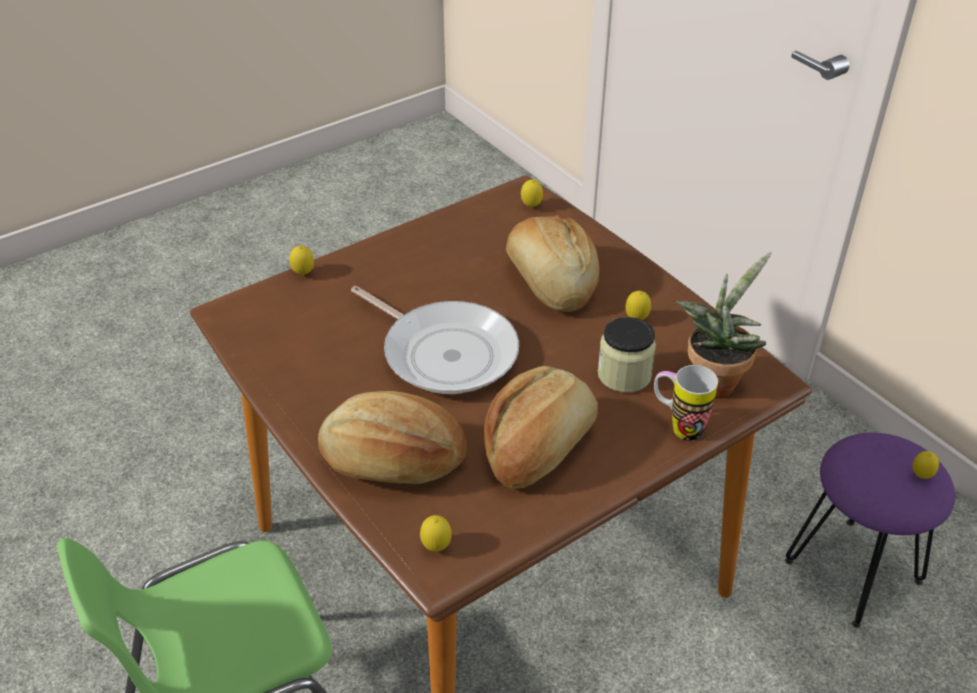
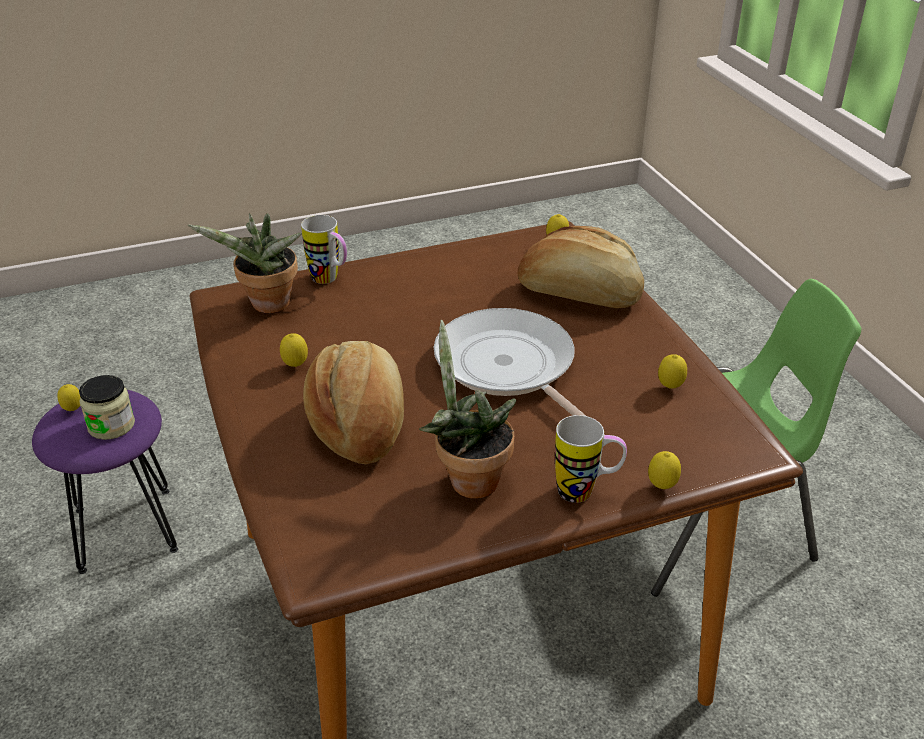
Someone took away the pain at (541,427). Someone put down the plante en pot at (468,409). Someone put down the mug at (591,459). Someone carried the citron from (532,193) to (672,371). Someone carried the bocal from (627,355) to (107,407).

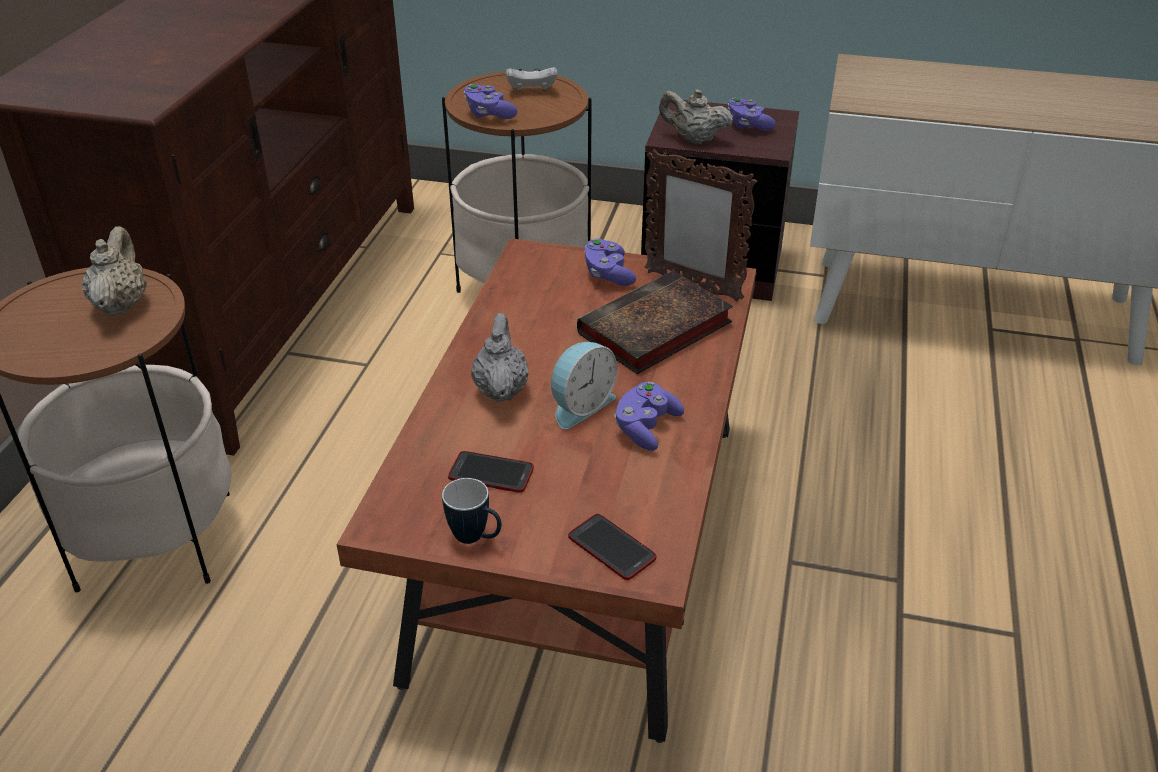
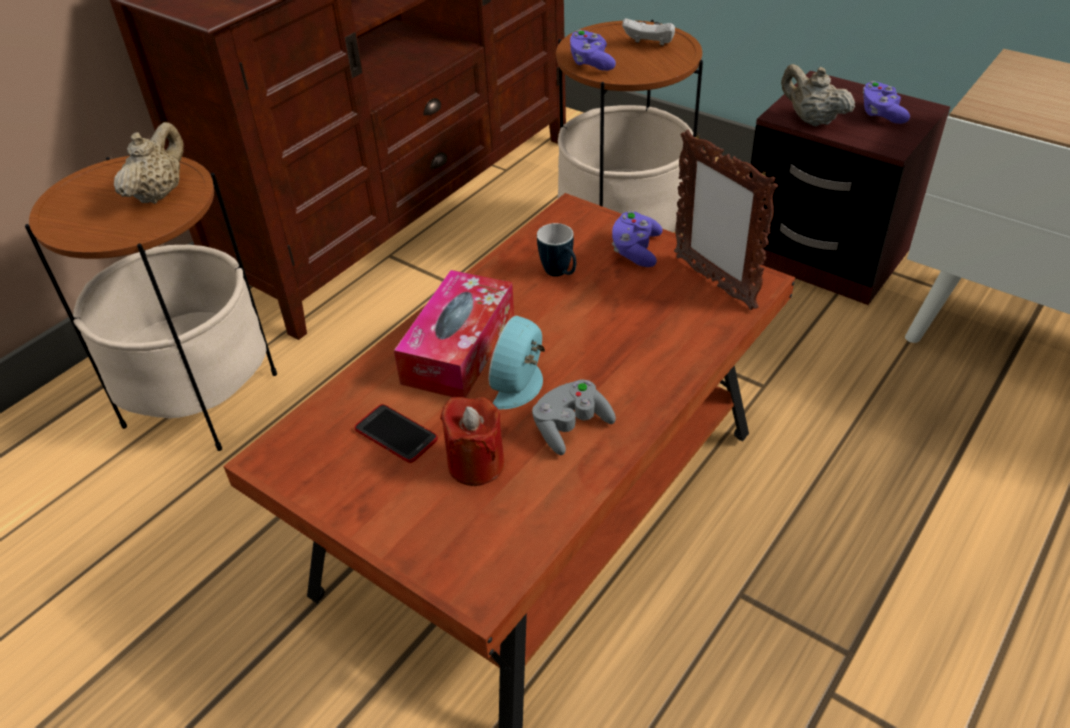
Someone took away the téléphone at (612,547). Someone took away the livre at (655,322). Someone put down the bougie (rouge) at (472,441). Someone carried the mug from (472,511) to (556,250). Someone swapped the théière (gris) at (500,357) for the boîte à mouchoirs at (454,334). Someone repainted the manette (violet) at (649,416), which became the manette (gris) at (574,417). Someone rotated the réveil at (584,385) by 135 degrees clockwise.

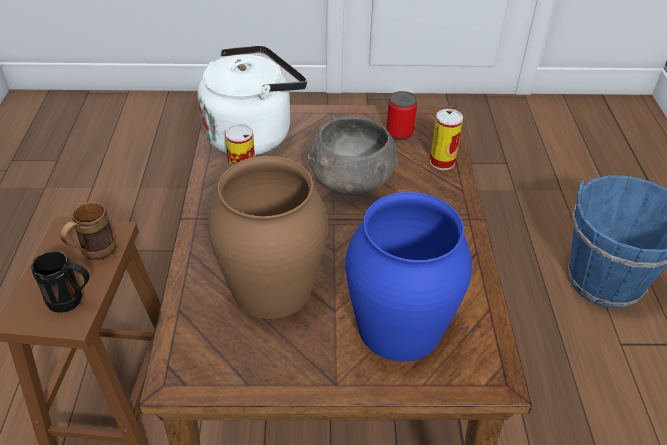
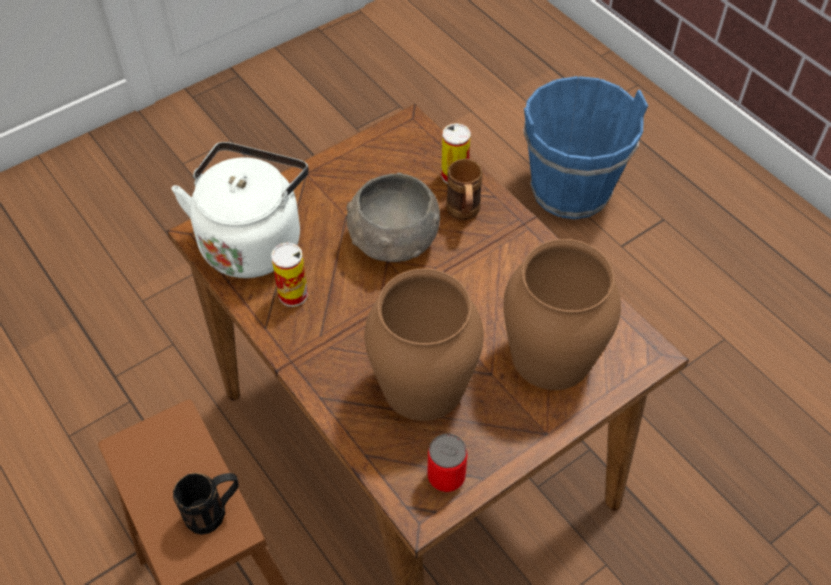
Someone carried the mug (marron) from (88,231) to (464,189). Someone carried the boîte métallique from (401,115) to (447,463). Someone repainted the vase (bleu) at (409,277), which became the vase (marron) at (562,314).

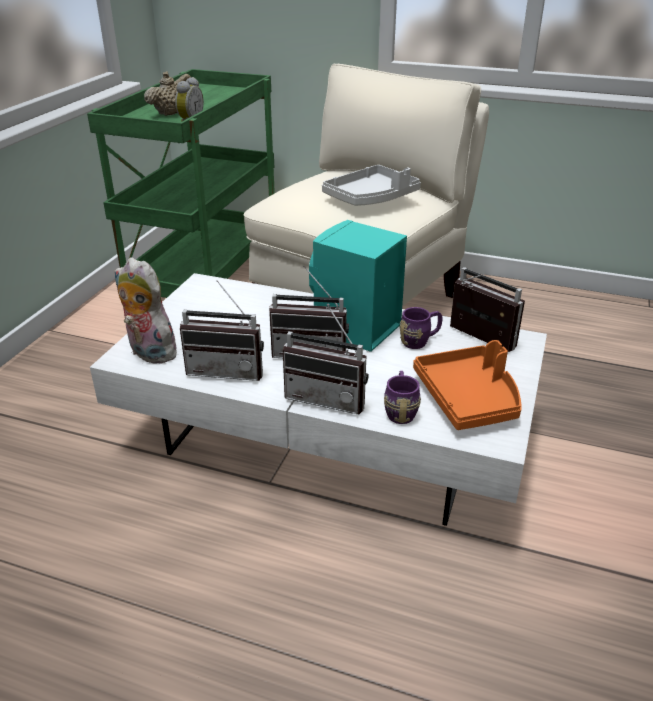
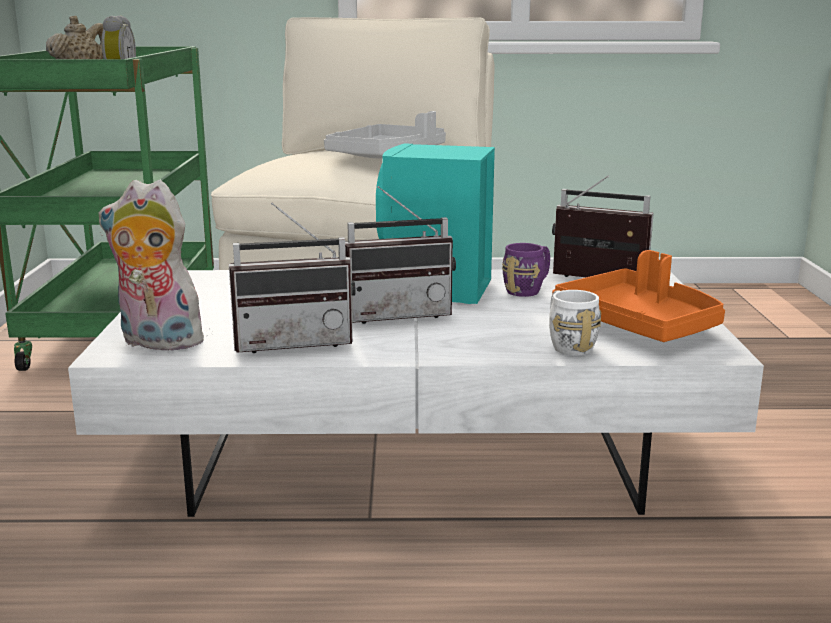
Someone took away the radio at (326,359). Someone repainted the mug (violet) at (402,397), which became the mug (blanc) at (575,322).

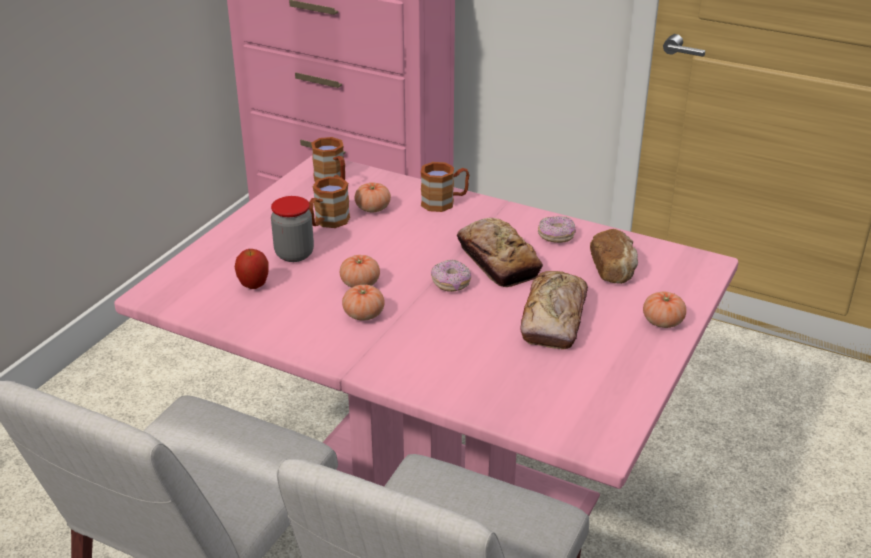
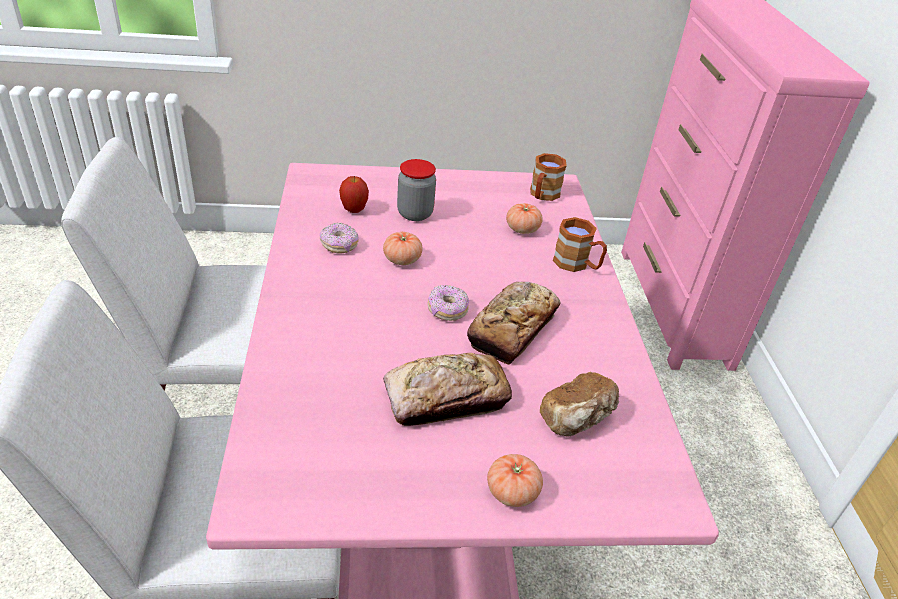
Someone took away the mug (marron) at (329,202). Someone took away the tomate at (363,303). Someone carried the beignet from (557,229) to (339,238).

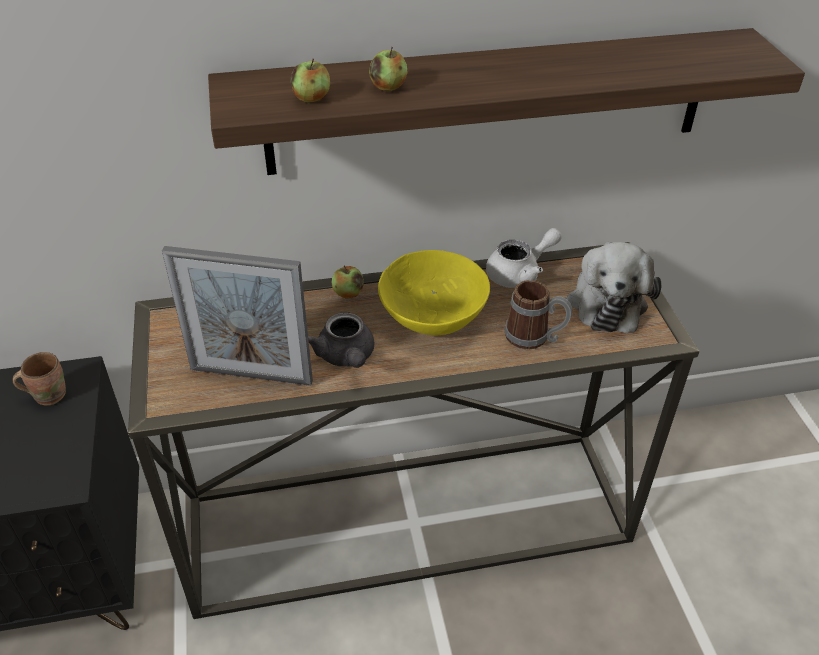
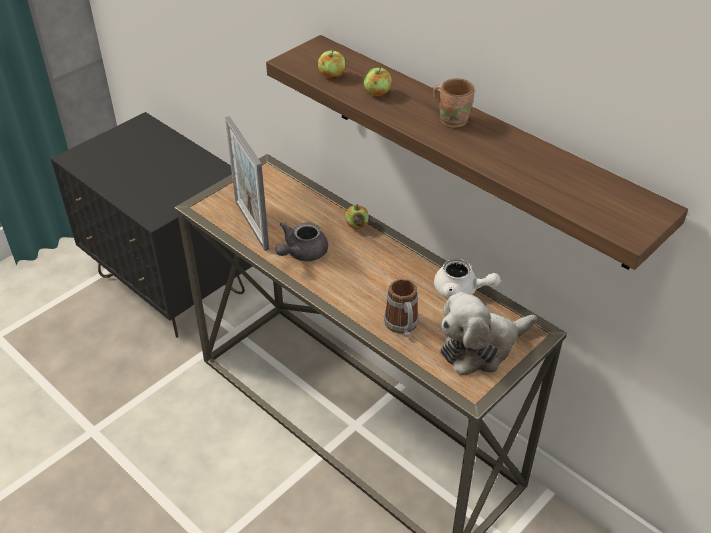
Someone took away the bol (jaune) at (434,293). Someone carried the mug (marron) from (39,379) to (453,103).

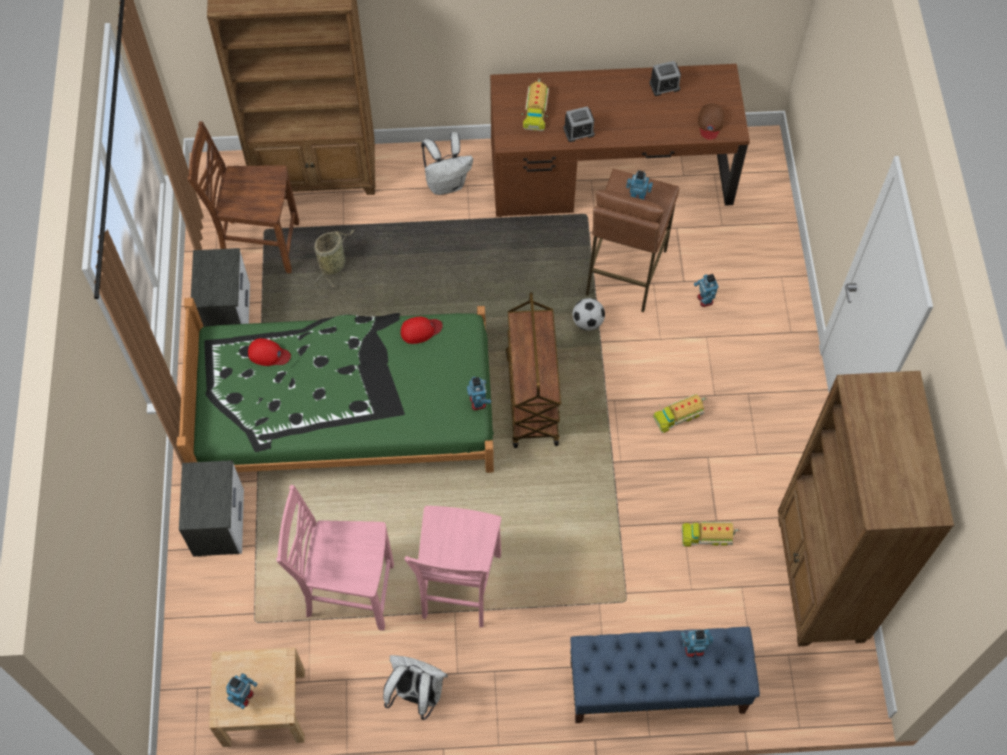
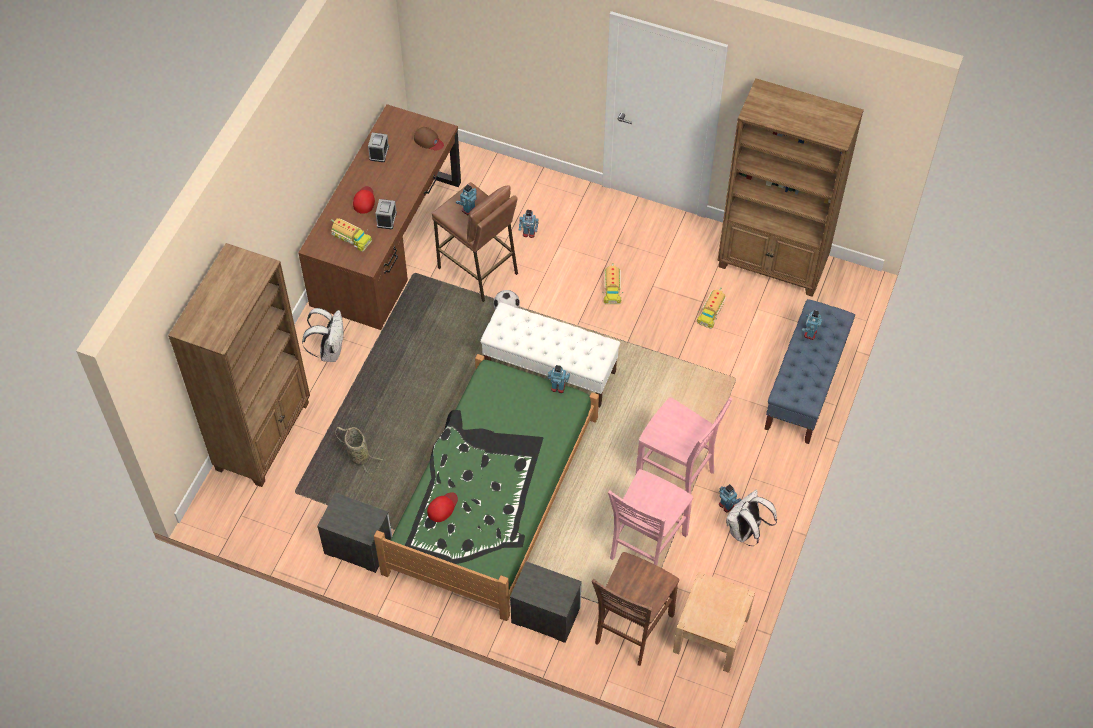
Someone carried the chaise (marron) from (243,197) to (635,609). Someone carried the robot jouet from (242,691) to (730,498). Someone carried the casquette (rouge) from (422,330) to (364,200). Someone swapped the chariot (marron) at (533,370) for the banc (blanc) at (550,355).

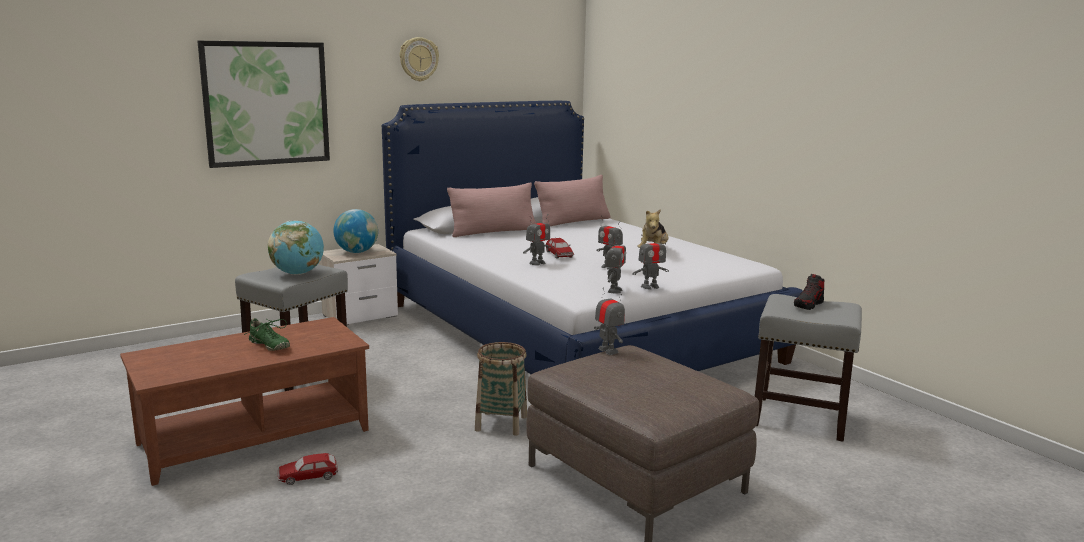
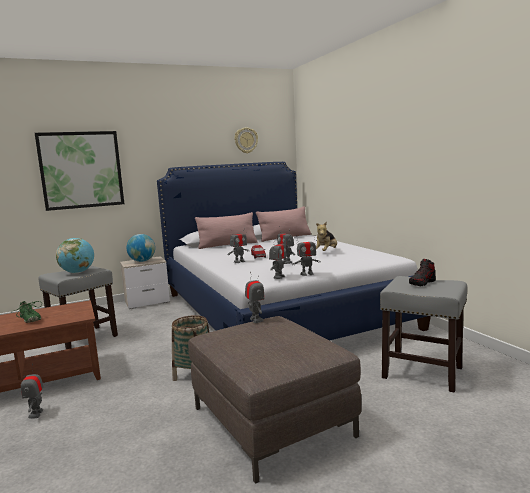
Someone carried the horloge murale from (419,59) to (246,140). Someone swapped the petite voiture at (308,469) for the robot jouet at (32,391).

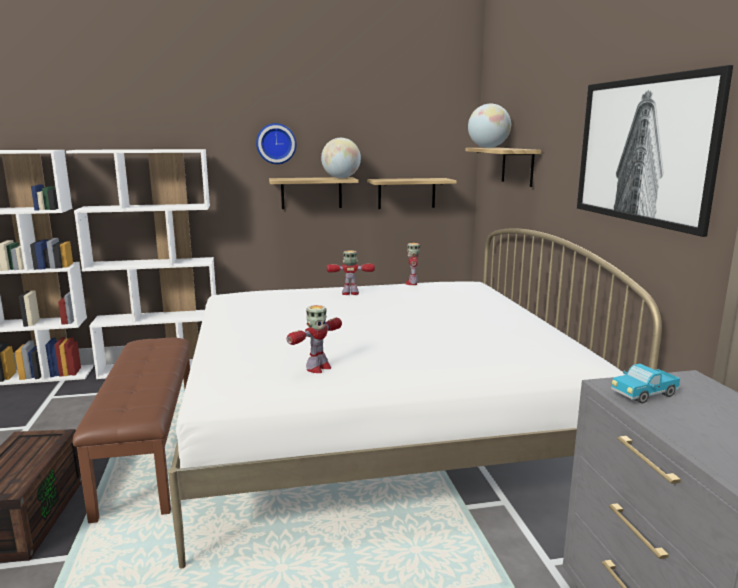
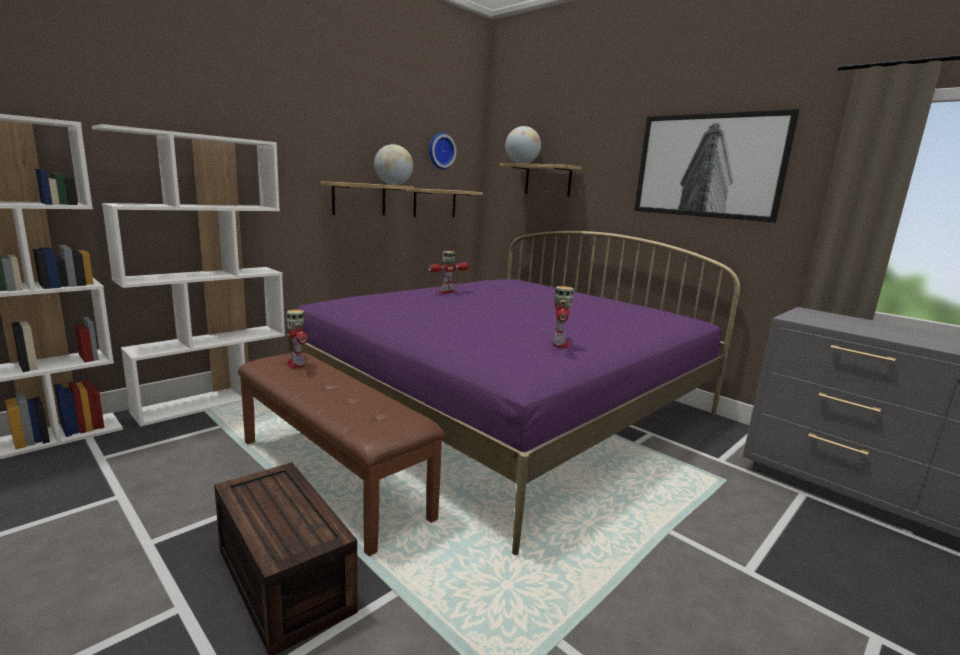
Someone took away the camion jouet at (645,384). Someone carried the horloge murale from (276,143) to (442,151). Someone carried the robot jouet from (413,264) to (297,338). Someone repainted the lit (blanc) at (415,398), which became the lit (violet) at (513,393).

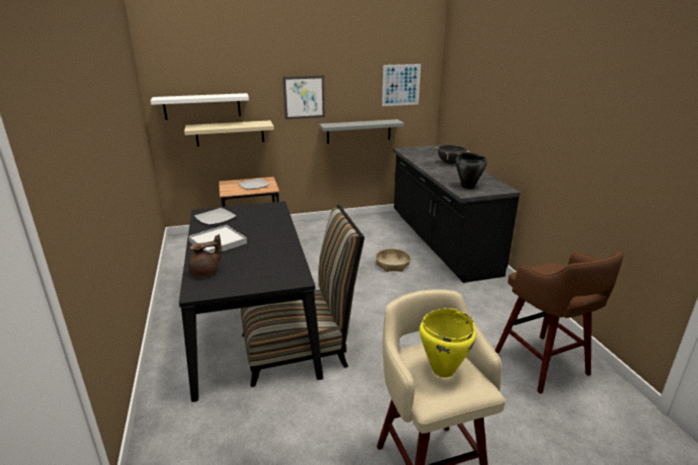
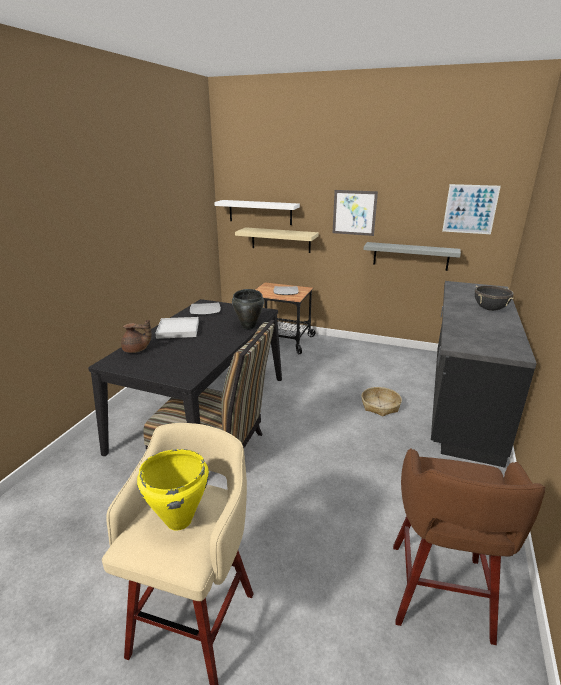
Someone carried the marmite (noir) from (471,170) to (248,309).

